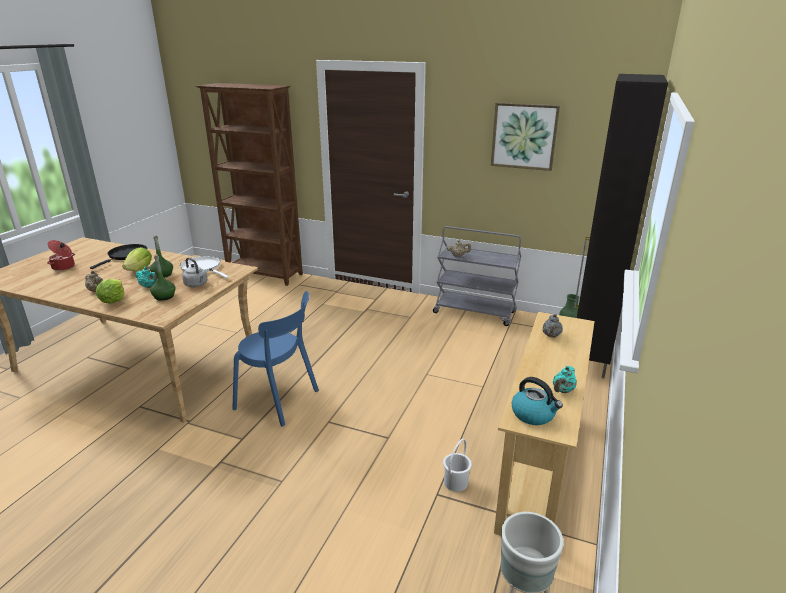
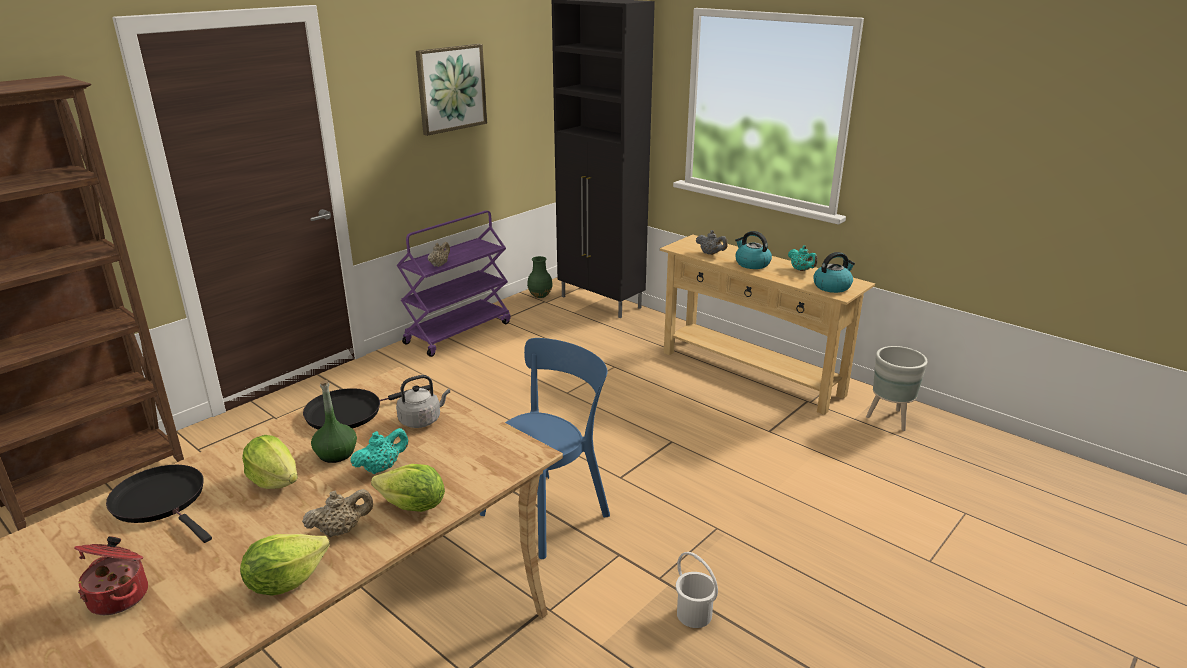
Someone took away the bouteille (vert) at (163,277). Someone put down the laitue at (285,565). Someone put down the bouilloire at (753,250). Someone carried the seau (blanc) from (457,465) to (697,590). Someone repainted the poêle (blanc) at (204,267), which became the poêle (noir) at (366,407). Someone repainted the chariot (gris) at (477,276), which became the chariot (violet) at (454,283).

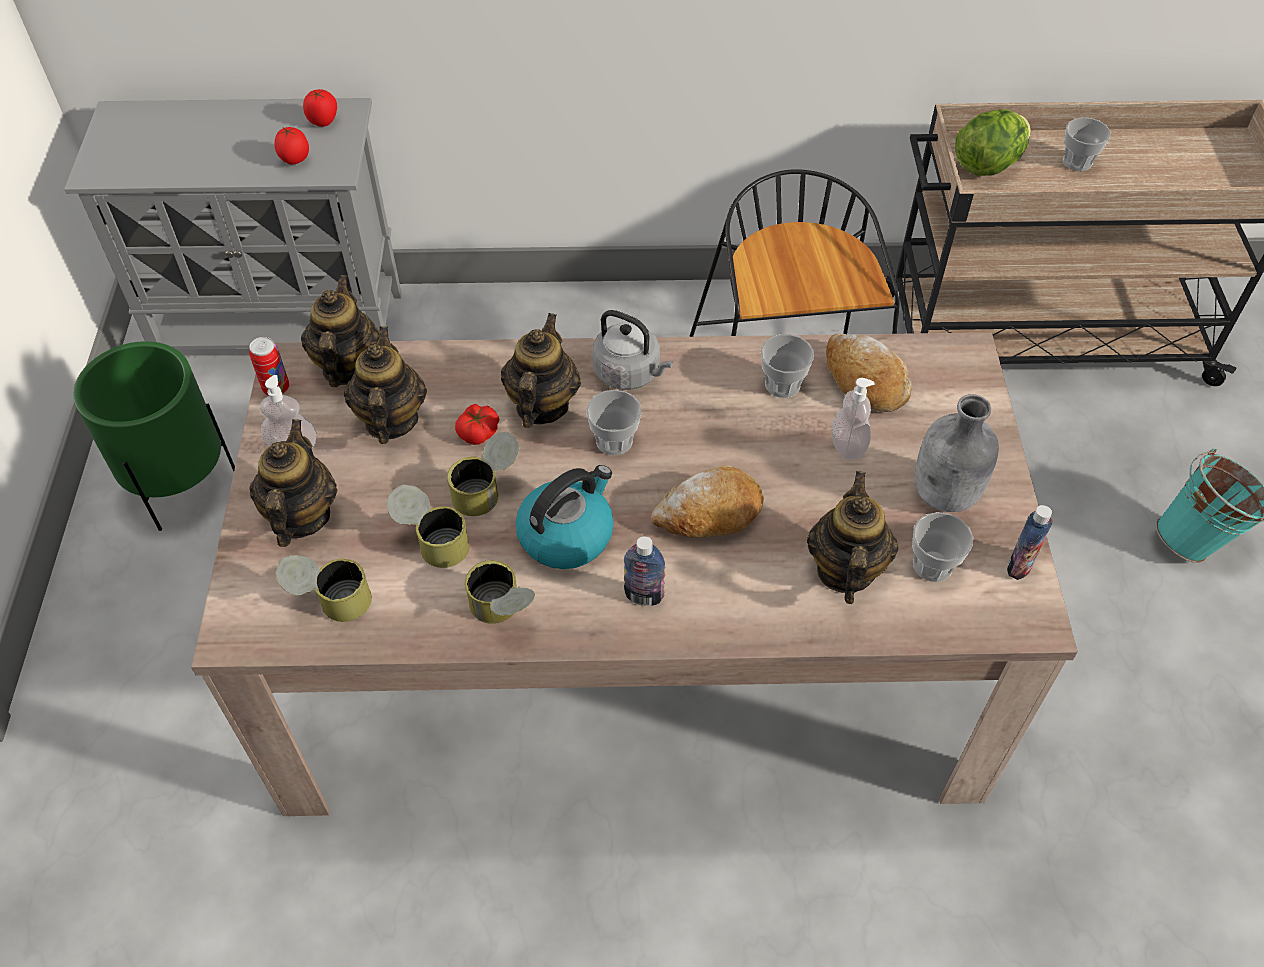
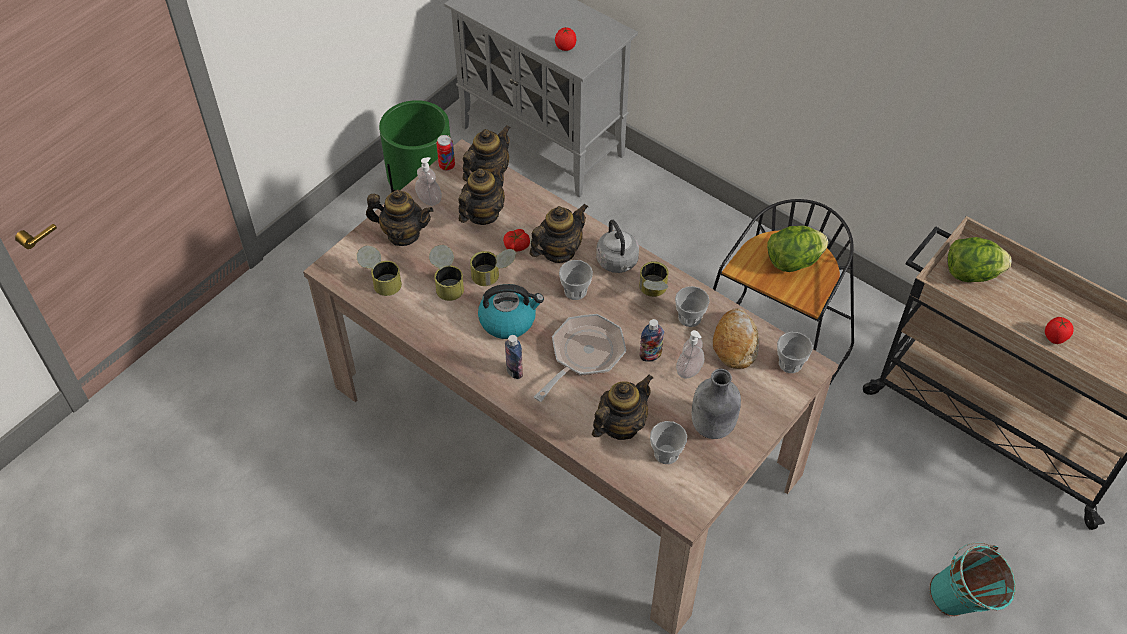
Someone put down the laitue at (797,249). Someone carried the tomate from (320,108) to (1059,330). Someone carried the boîte métallique from (500,592) to (654,279). Someone carried the bouteille from (1029,542) to (651,340). Someone carried the tasse from (1087,144) to (795,352). Someone swapped the pain at (707,501) for the poêle at (580,358). Someone rotated the théière at (293,483) by 60 degrees clockwise.

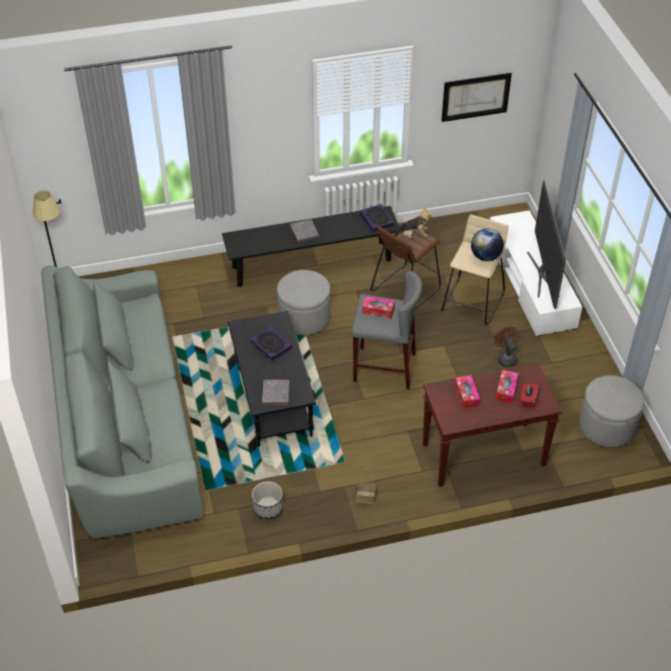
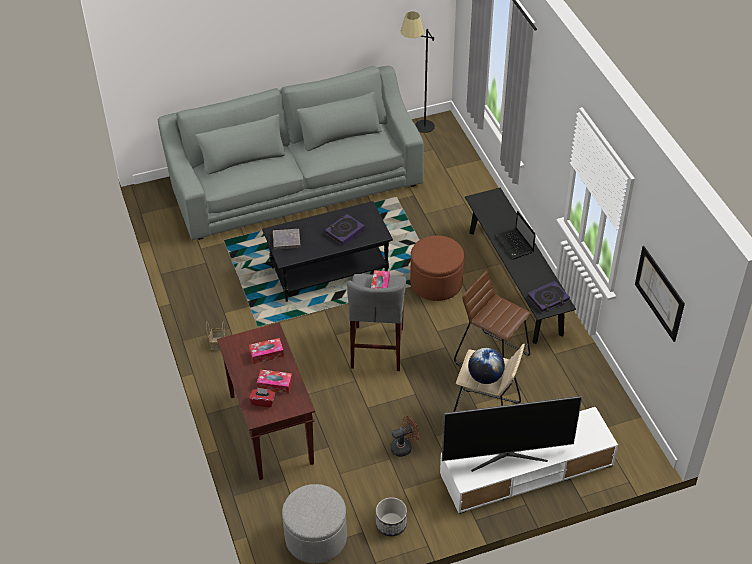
Someone took away the peluche at (413,223). Someone carried the cache-pot from (267,500) to (391,516). Someone swapped the livre (gris) at (304,231) for the ordinateur portable at (515,235). Someone repainted the pouf (gris) at (304,302), which became the pouf (marron) at (437,268).

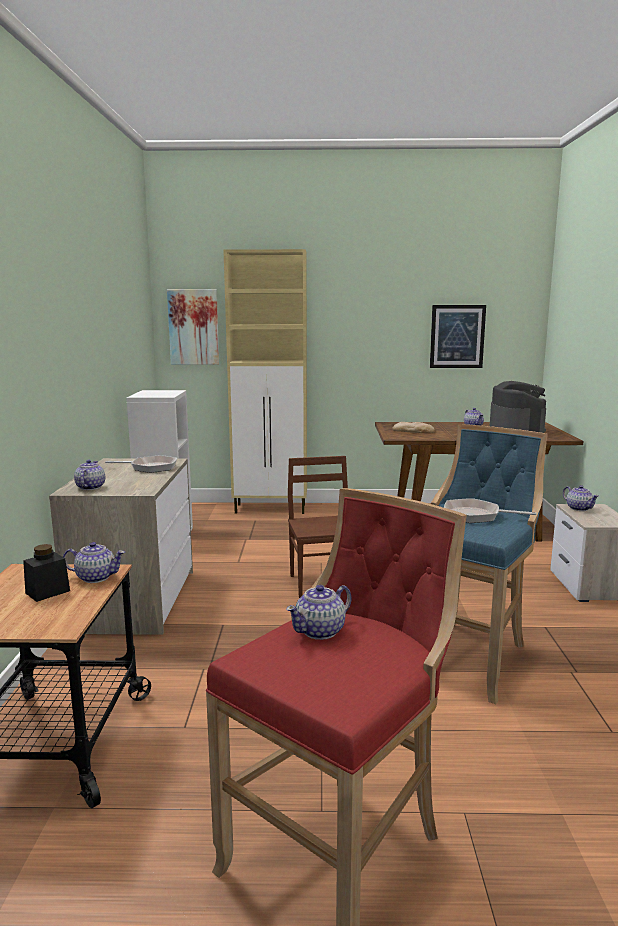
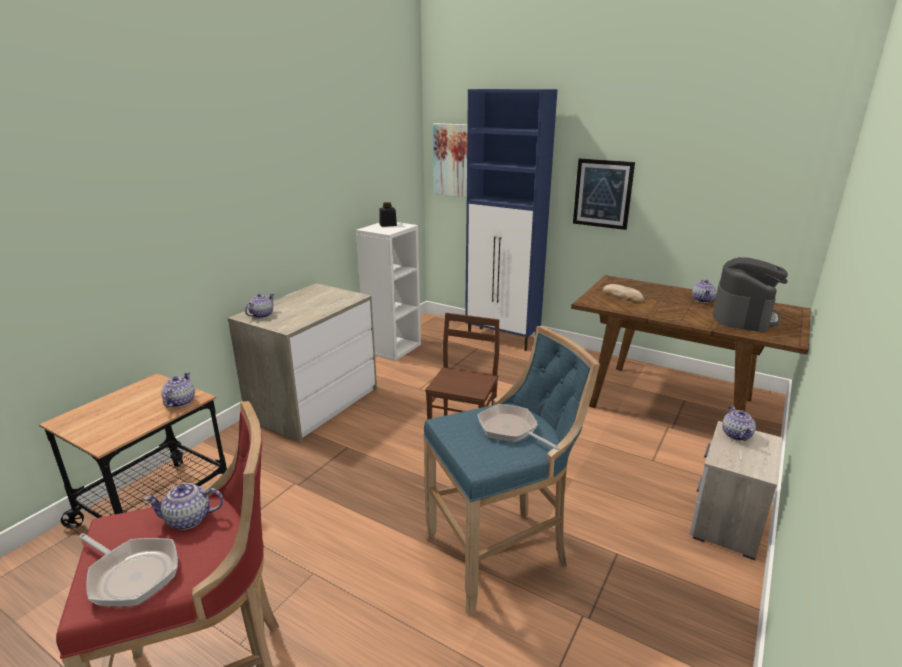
Someone carried the bocal (noir) from (46,573) to (388,214). Someone carried the poêle from (141,464) to (128,569). Someone carried the tableau from (458,336) to (604,194). Someone repainted the meuble de rangement (beige) at (265,381), which became the meuble de rangement (bleu) at (511,220). Someone rotated the théière at (94,562) by 120 degrees counterclockwise.

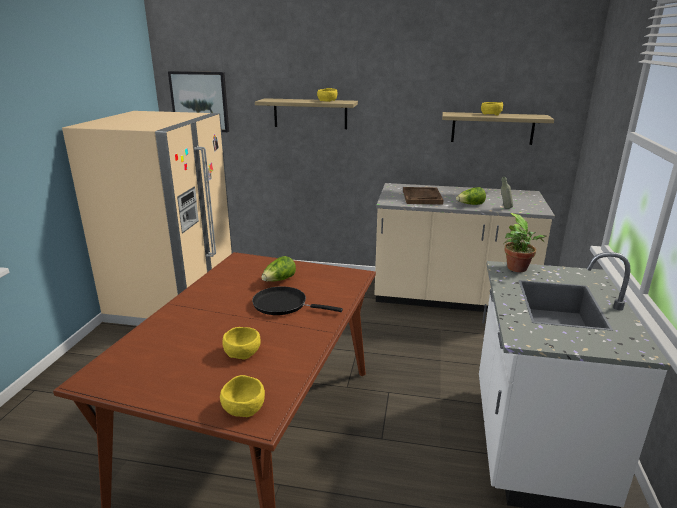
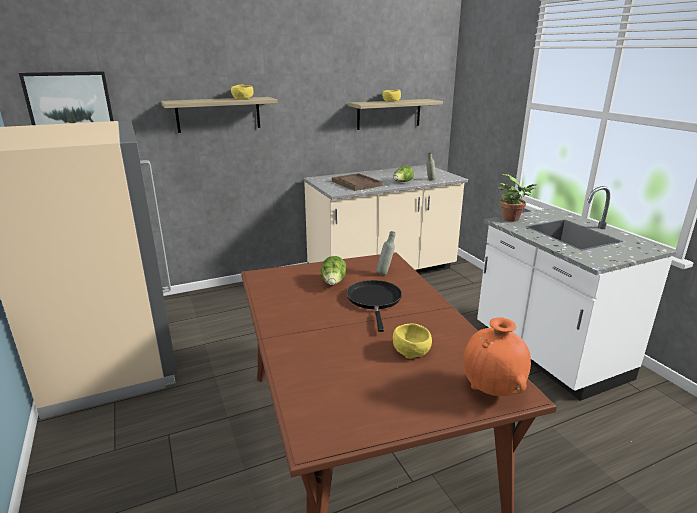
Someone put down the bouteille (gris) at (386,253). Someone swapped the bol (jaune) at (242,396) for the vase (orange) at (497,356). Someone rotated the poêle (noir) at (297,300) by 105 degrees clockwise.

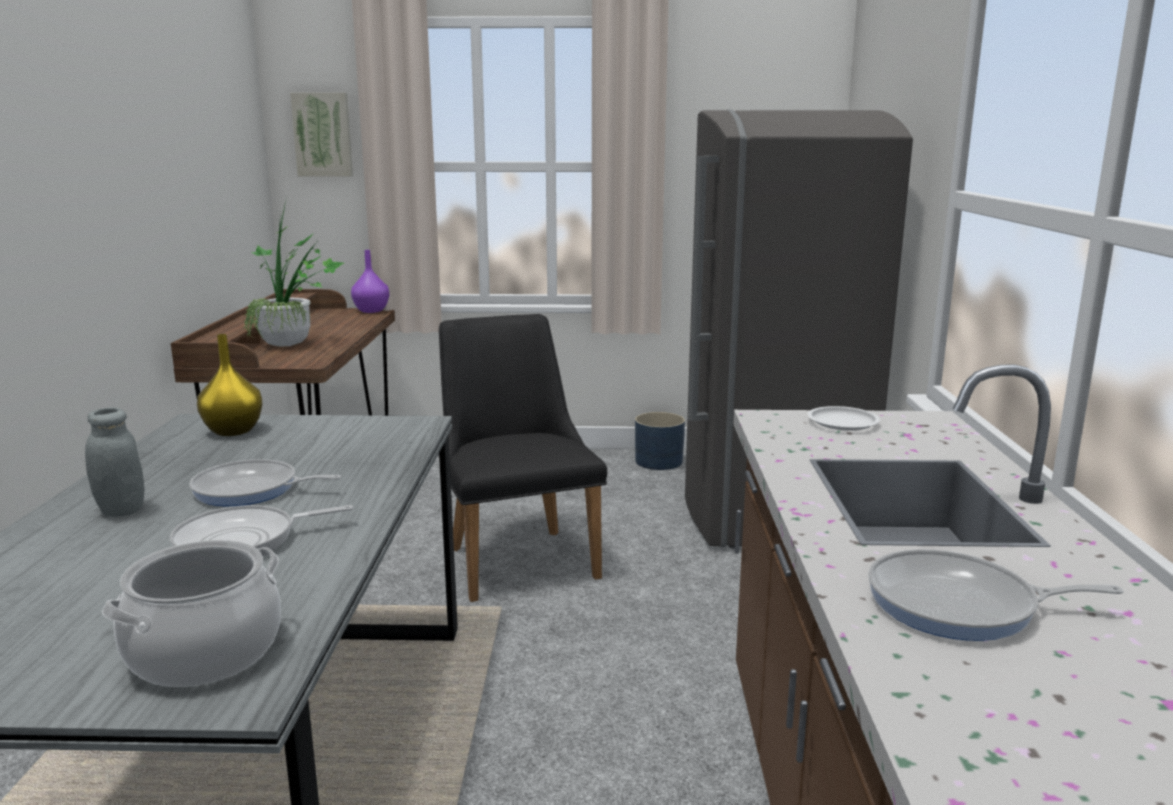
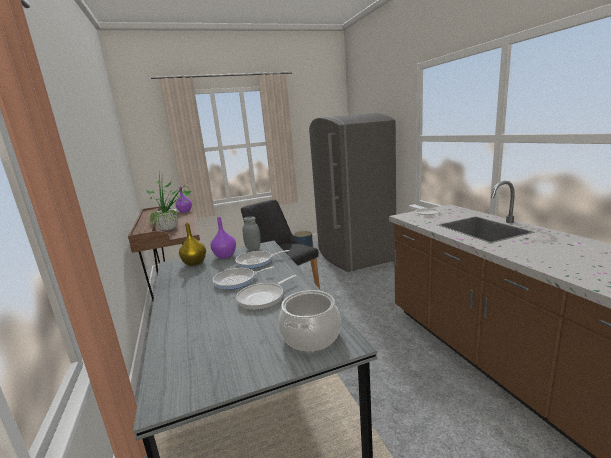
Someone took away the tableau at (321,135). Someone put down the vase (violet) at (223,237). Someone carried the bocal (gris) from (115,462) to (252,233). Someone carried the poêle from (995,595) to (262,259).

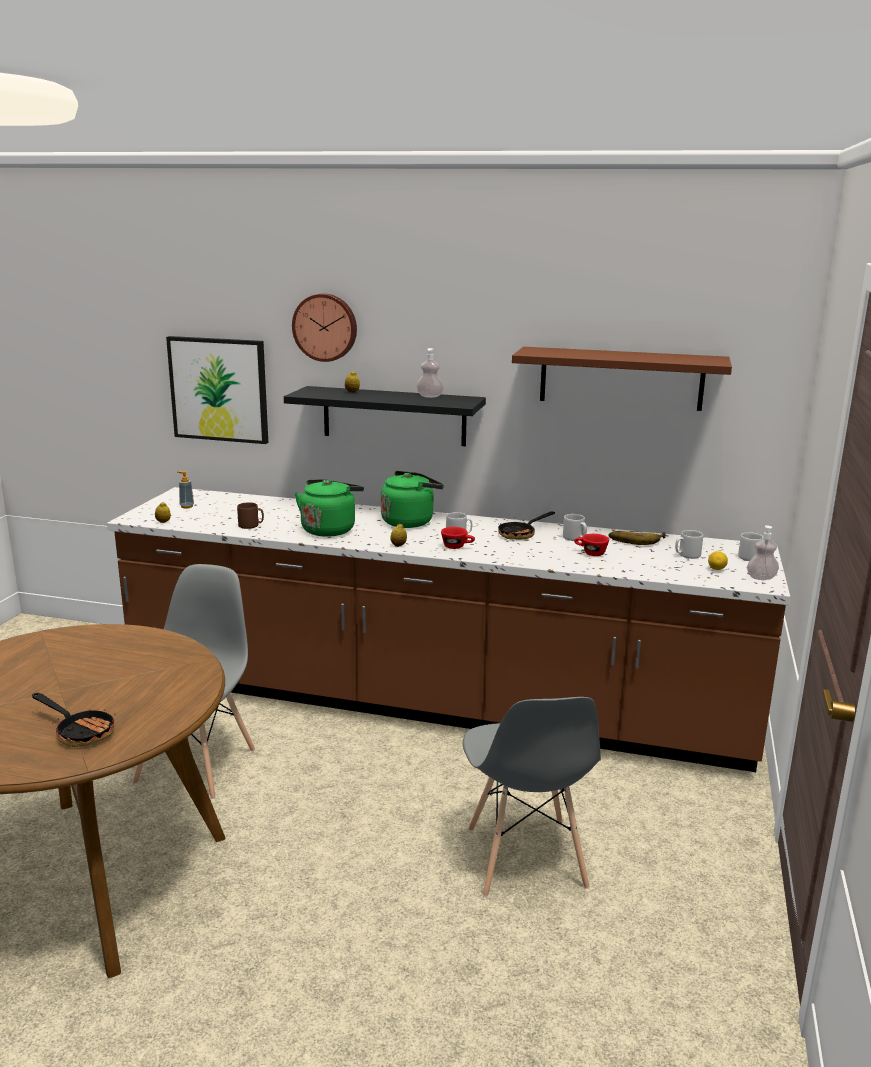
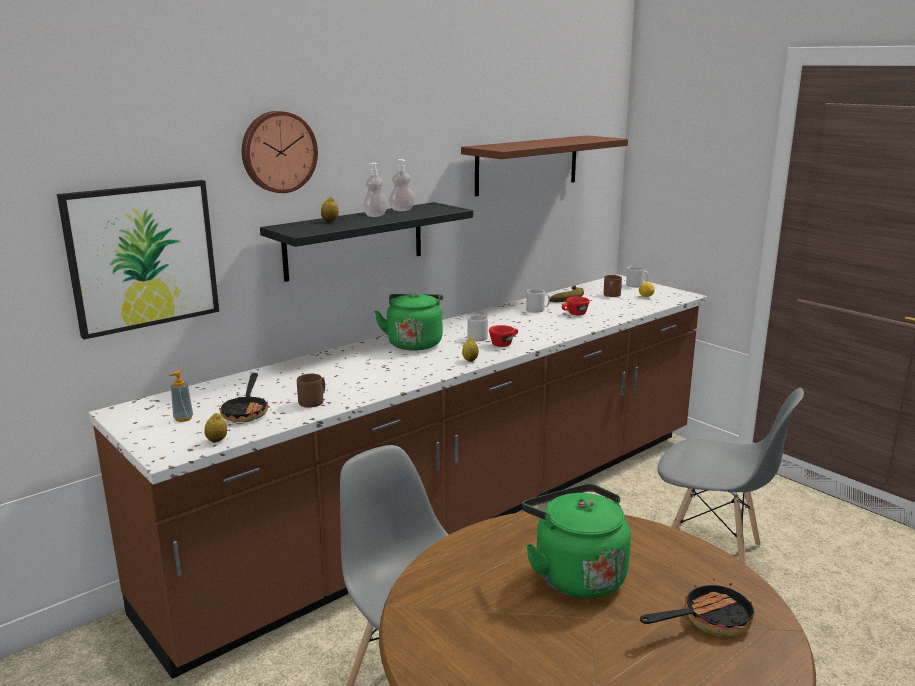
Someone carried the bouilloire (vert) from (329,508) to (576,541). Someone carried the poêle from (526,525) to (243,397). Someone carried the distributeur de savon from (763,552) to (375,190). Someone repainted the mug (gris) at (689,544), which became the mug (marron) at (613,286).

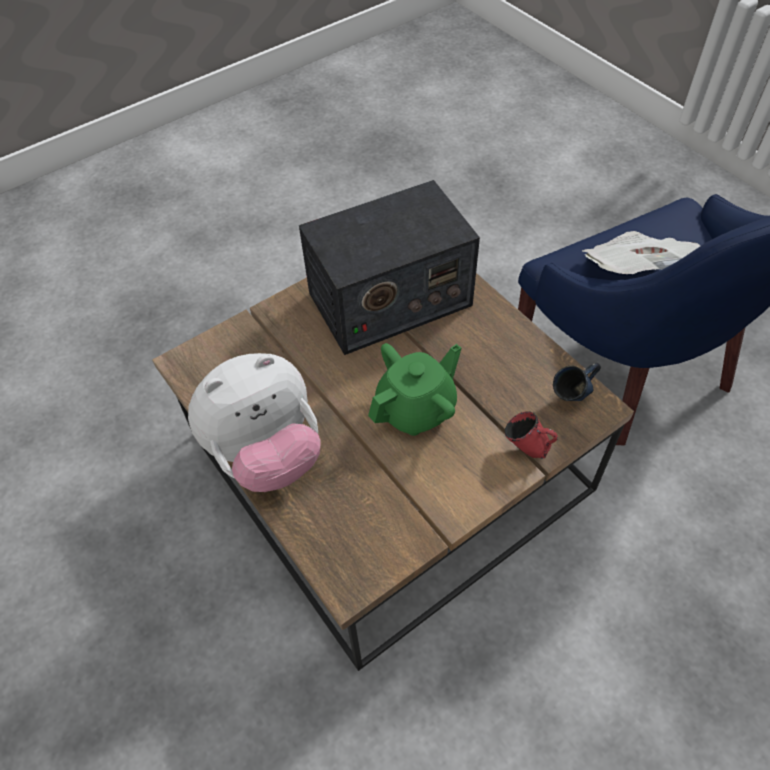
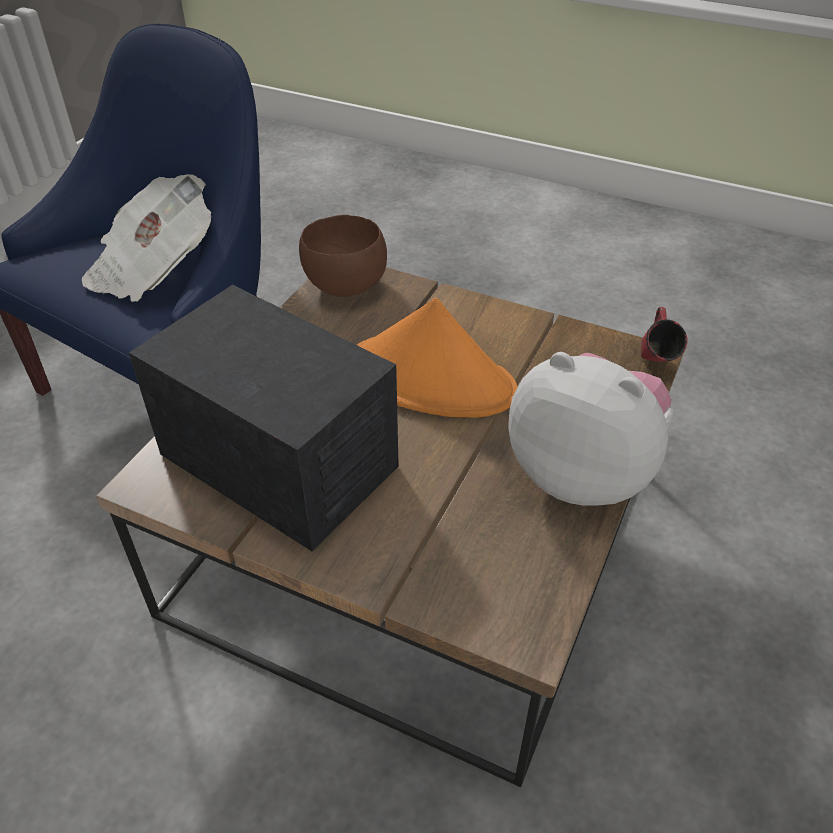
Someone carried the mug (rouge) from (531,434) to (664,334). Someone swapped the théière (vert) at (414,389) for the chapeau (orange) at (437,358). Someone swapped the mug (bleu) at (577,382) for the bol (marron) at (343,256).

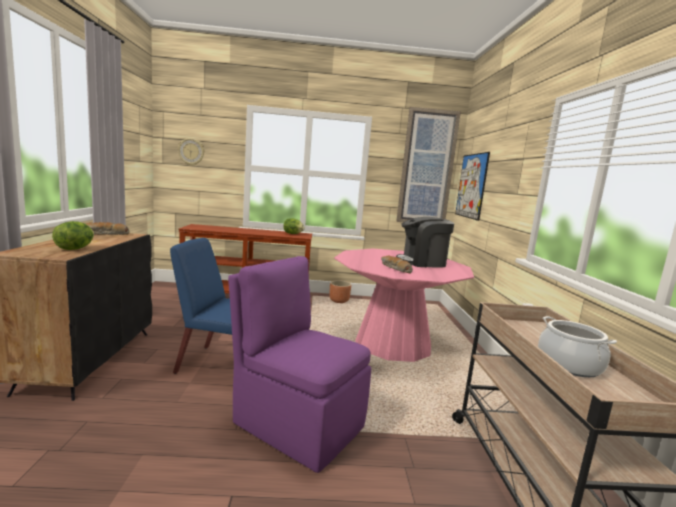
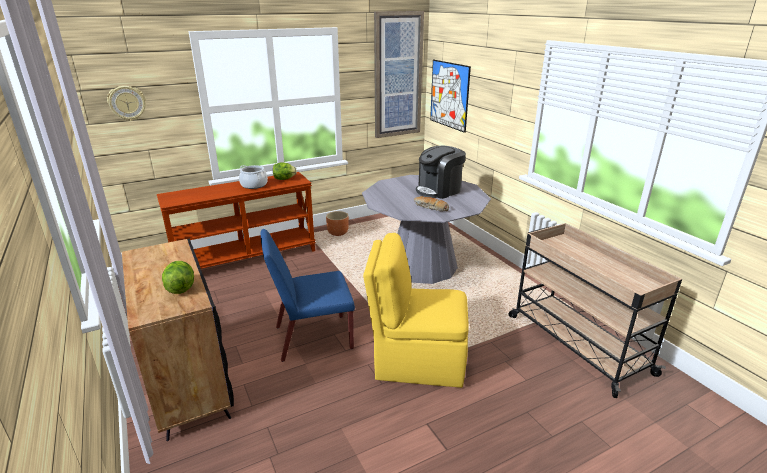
Someone took away the pain at (107,228). Someone carried the marmite from (577,346) to (253,177). Someone repainted the chaise (violet) at (299,364), which became the chaise (jaune) at (416,310). Someone repainted the table à manger (rose) at (404,305), which became the table à manger (gris) at (426,229).

